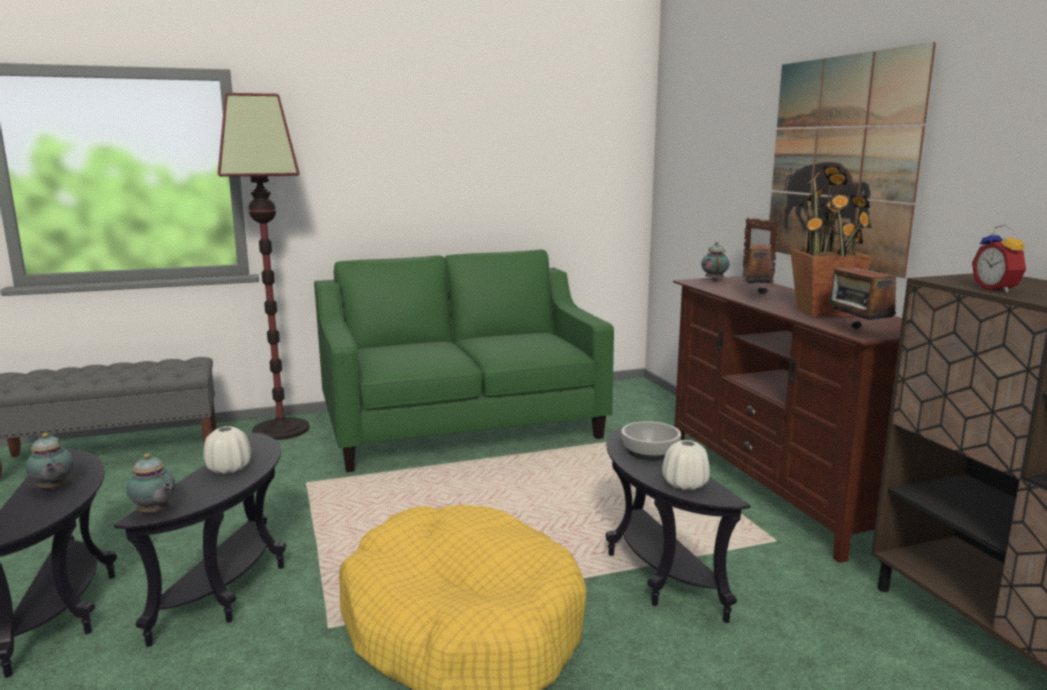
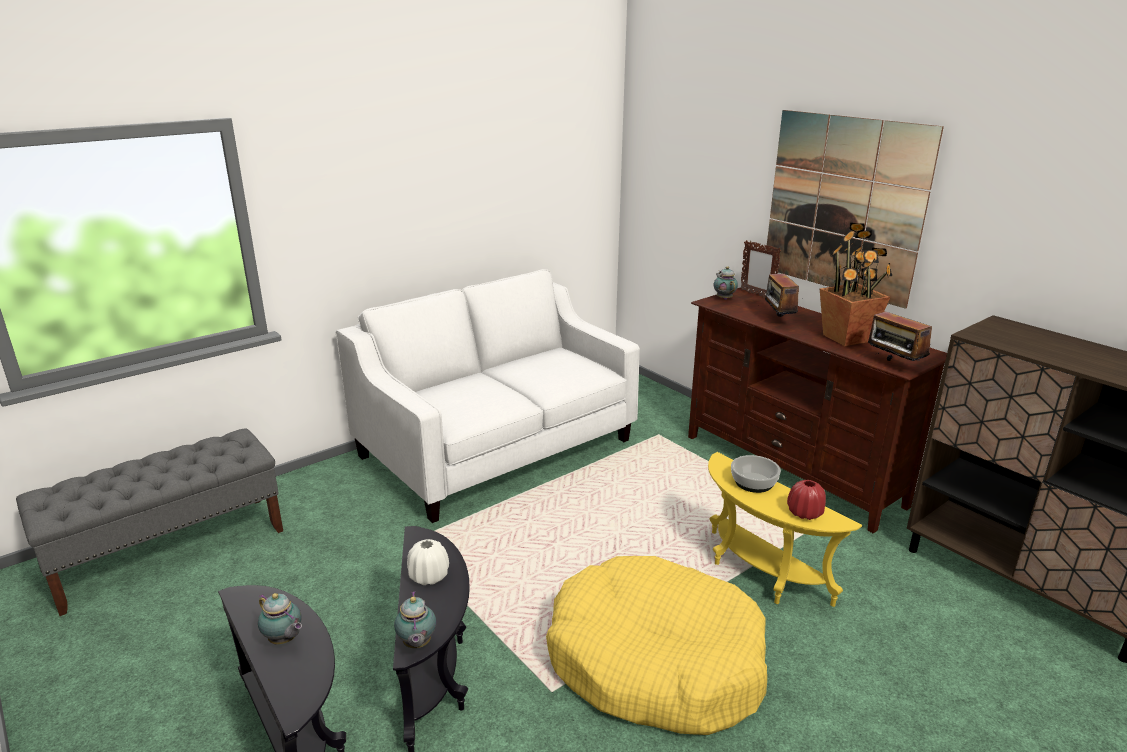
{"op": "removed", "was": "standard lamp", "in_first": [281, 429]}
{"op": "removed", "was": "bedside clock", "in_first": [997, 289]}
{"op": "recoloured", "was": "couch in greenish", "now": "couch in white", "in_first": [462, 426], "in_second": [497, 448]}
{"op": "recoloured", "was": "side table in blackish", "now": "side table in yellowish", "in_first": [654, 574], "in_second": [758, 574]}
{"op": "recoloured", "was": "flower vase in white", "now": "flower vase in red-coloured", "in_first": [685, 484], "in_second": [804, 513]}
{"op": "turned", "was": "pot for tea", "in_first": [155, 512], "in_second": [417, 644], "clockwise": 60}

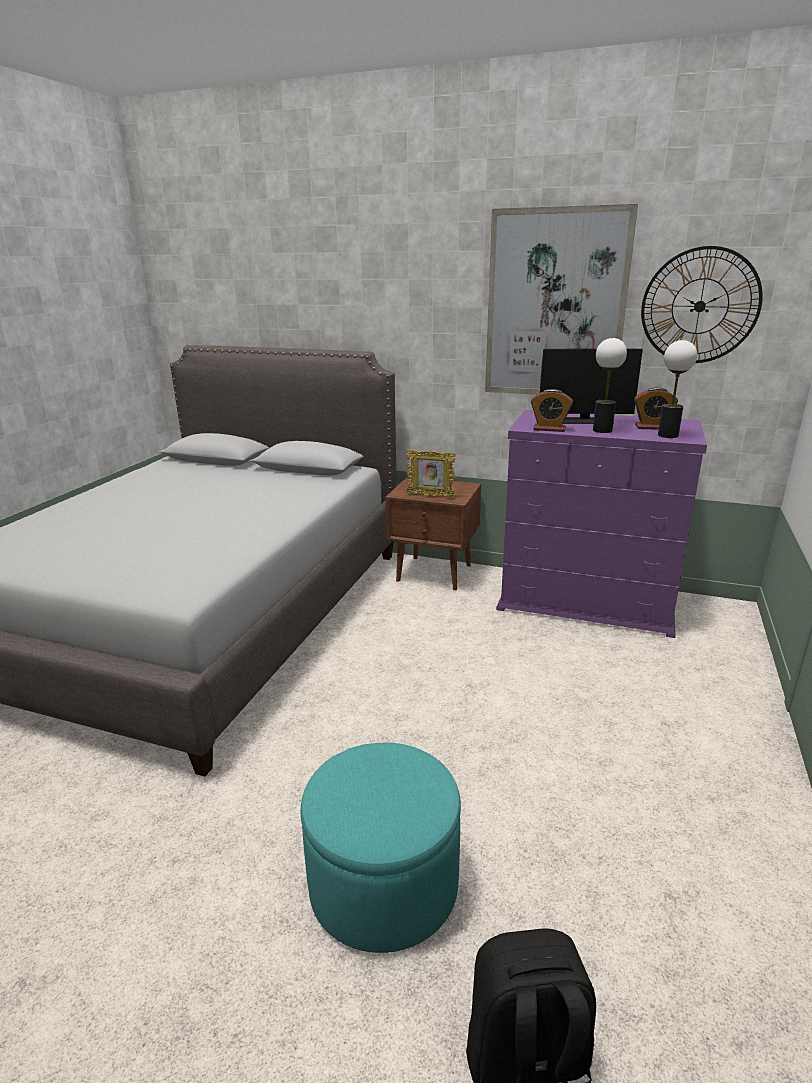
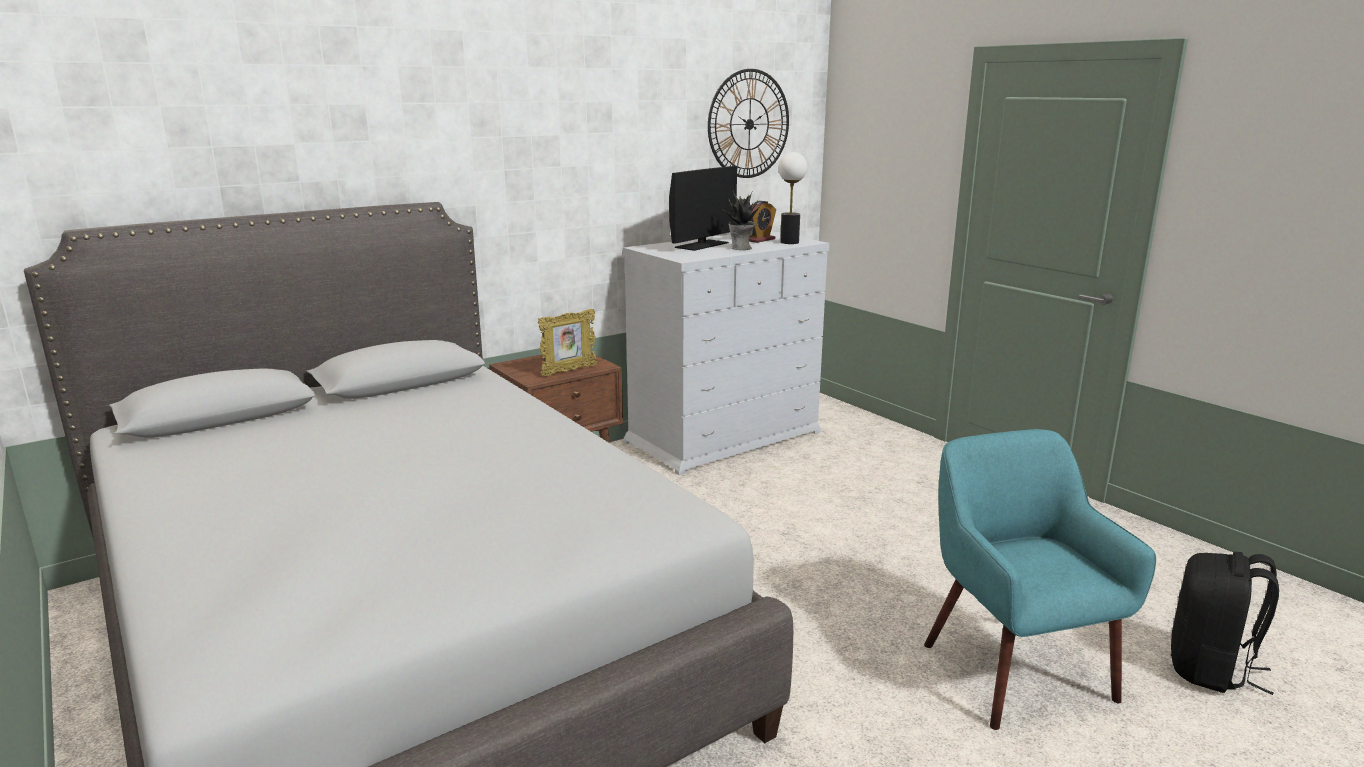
{"op": "removed", "was": "wall art", "in_first": [555, 305]}
{"op": "removed", "was": "bedside clock", "in_first": [549, 429]}
{"op": "replaced", "was": "ottoman in turquoise", "now": "armchair in turquoise", "in_first": [383, 884], "in_second": [1014, 670]}
{"op": "replaced", "was": "lamp for a table", "now": "plant in a pot", "in_first": [602, 430], "in_second": [741, 248]}
{"op": "recoloured", "was": "dresser in purple", "now": "dresser in white", "in_first": [586, 601], "in_second": [724, 437]}

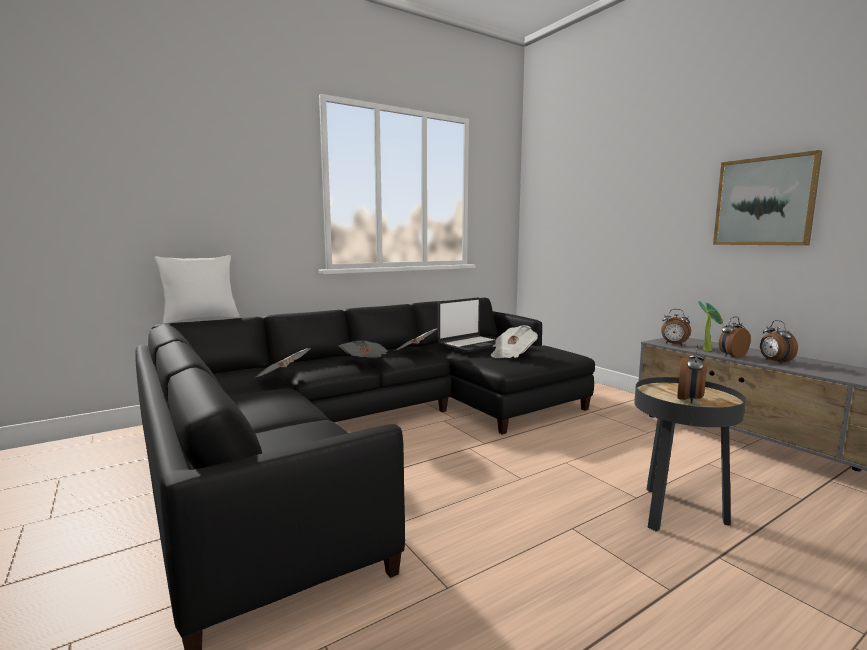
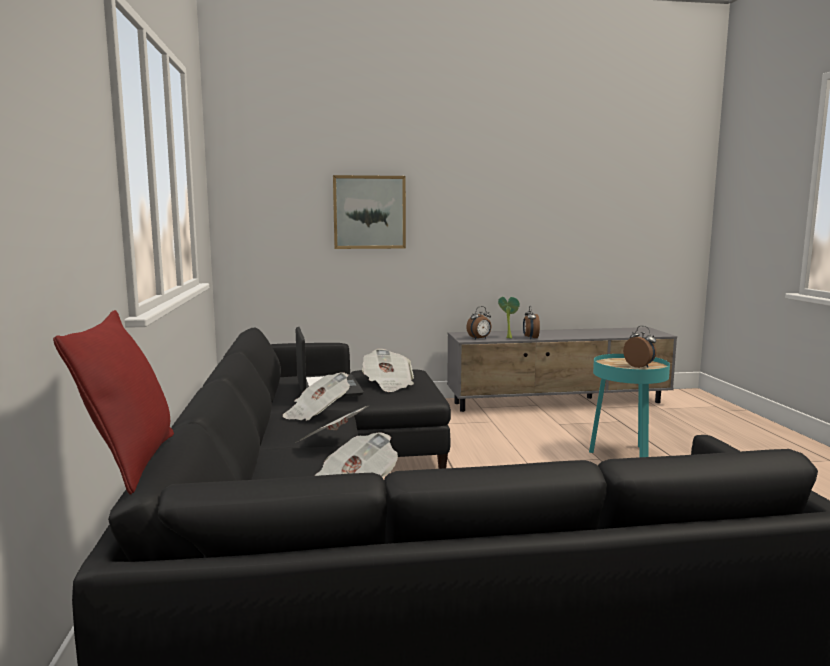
{"op": "removed", "was": "bedside clock", "in_first": [774, 362]}
{"op": "moved", "was": "wall art", "in_first": [764, 201], "in_second": [369, 212]}
{"op": "recoloured", "was": "cushion in white", "now": "cushion in red-coloured", "in_first": [201, 319], "in_second": [131, 462]}
{"op": "recoloured", "was": "side table in blackish", "now": "side table in turquoise", "in_first": [676, 513], "in_second": [625, 455]}

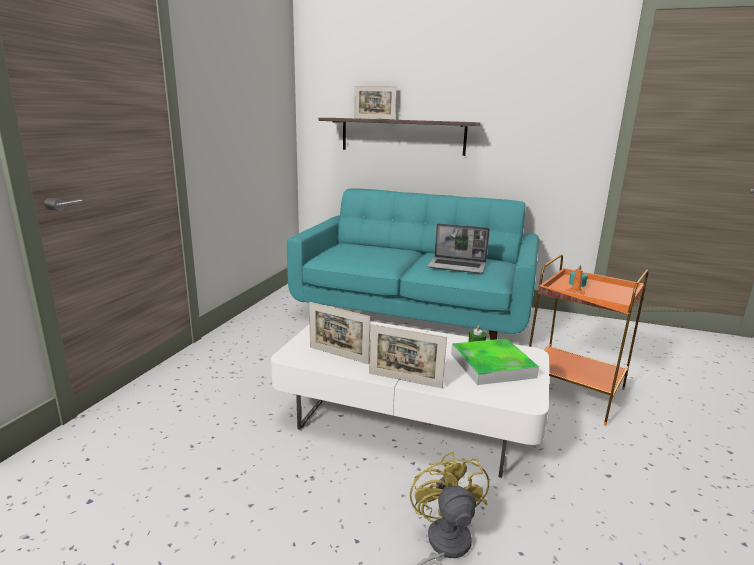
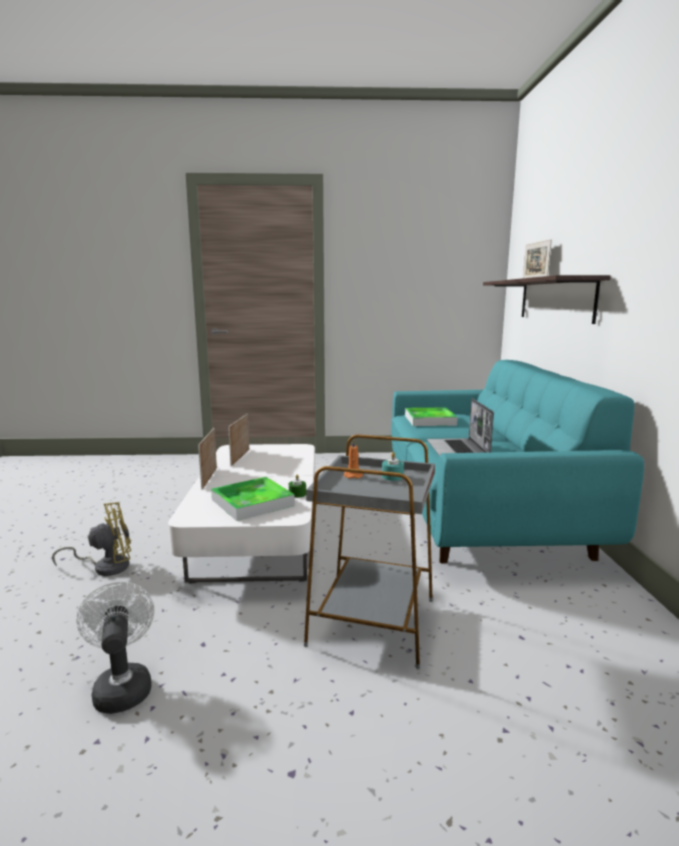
{"op": "added", "now": "electric fan in white", "in_second": [122, 686]}
{"op": "added", "now": "carrying tray", "in_second": [430, 420]}
{"op": "recoloured", "was": "side table in orangey", "now": "side table in gray", "in_first": [572, 391], "in_second": [373, 621]}

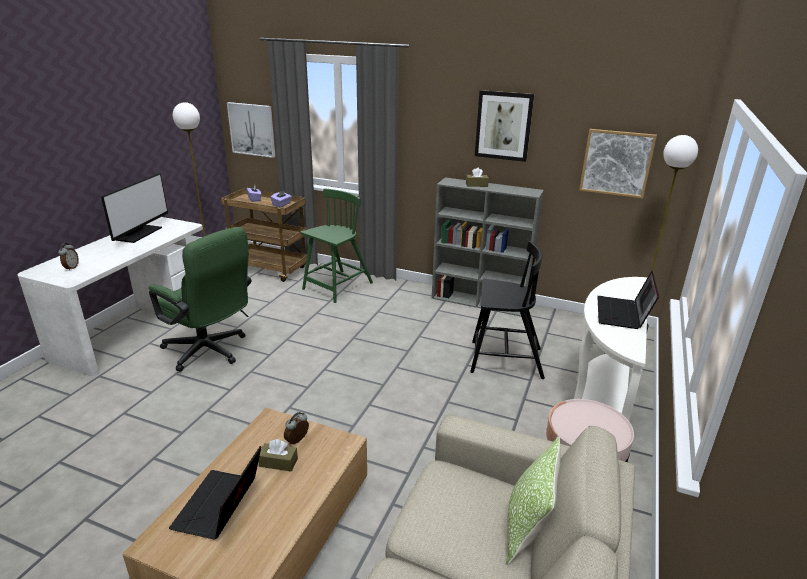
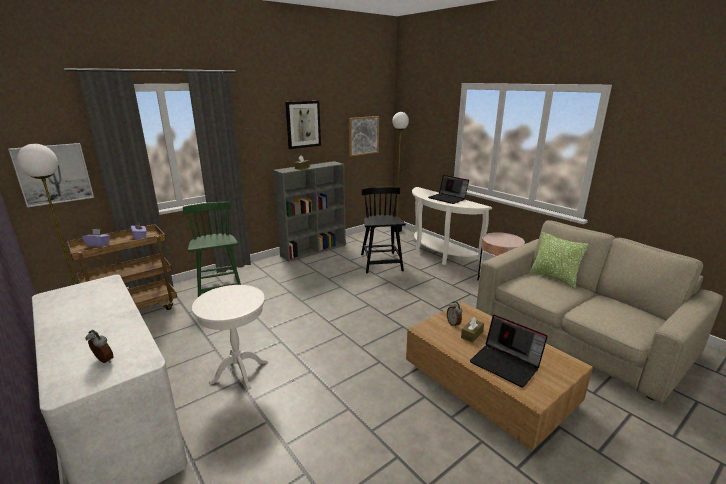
{"op": "removed", "was": "monitor", "in_first": [138, 233]}
{"op": "replaced", "was": "office chair in greenish", "now": "side table in white", "in_first": [210, 352], "in_second": [239, 372]}
{"op": "turned", "was": "plain chair in blackish", "in_first": [504, 360], "in_second": [381, 263], "clockwise": -45}

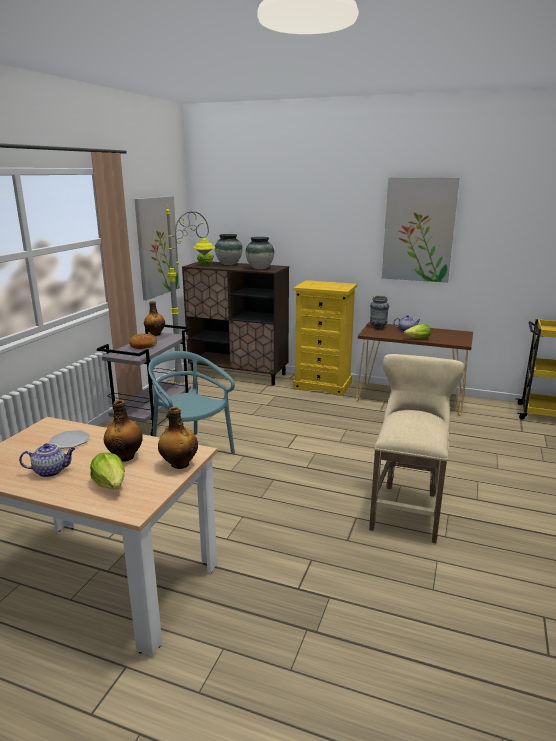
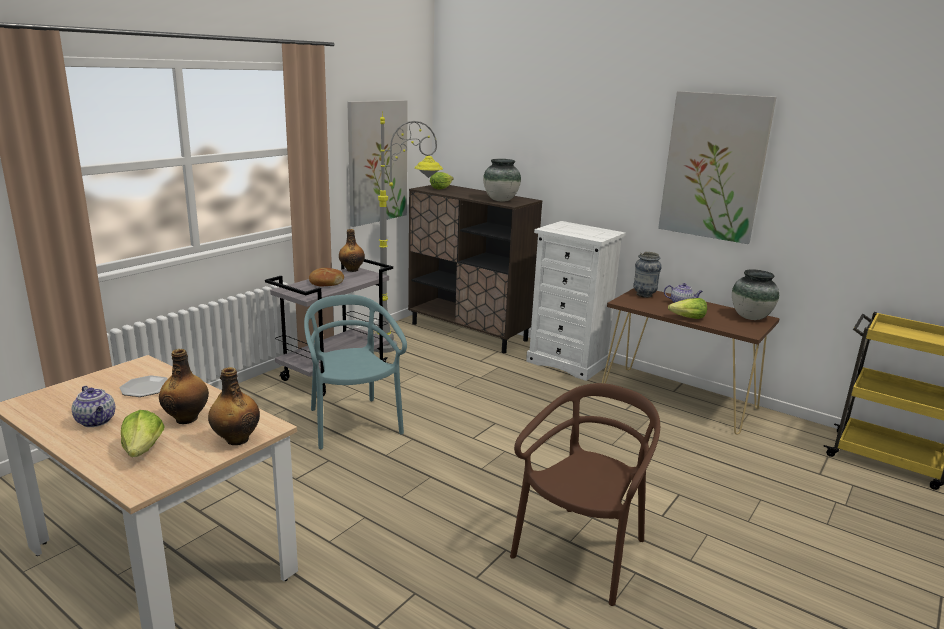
{"op": "moved", "was": "flower vase", "in_first": [229, 264], "in_second": [750, 317]}
{"op": "replaced", "was": "stool in beige-coloured", "now": "plain chair in brown", "in_first": [407, 508], "in_second": [582, 552]}
{"op": "recoloured", "was": "dresser in yellowish", "now": "dresser in white", "in_first": [323, 385], "in_second": [568, 363]}
{"op": "turned", "was": "pot for tea", "in_first": [51, 471], "in_second": [96, 421], "clockwise": 45}

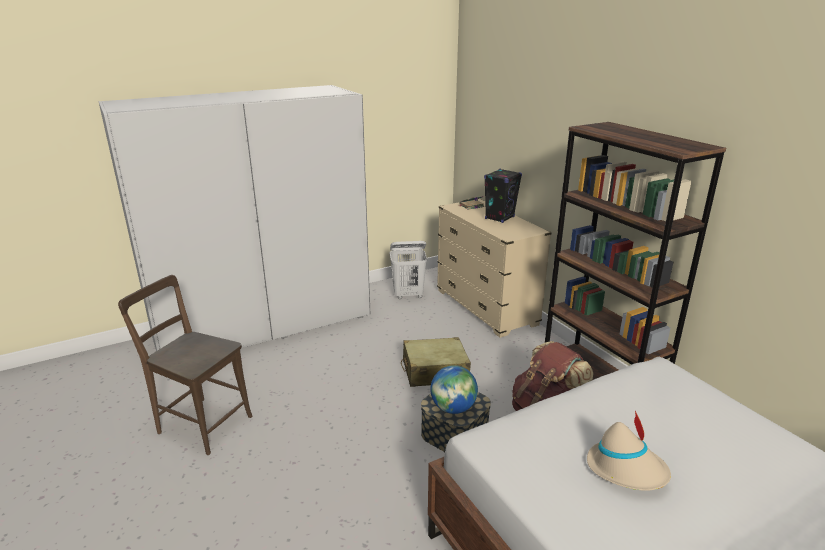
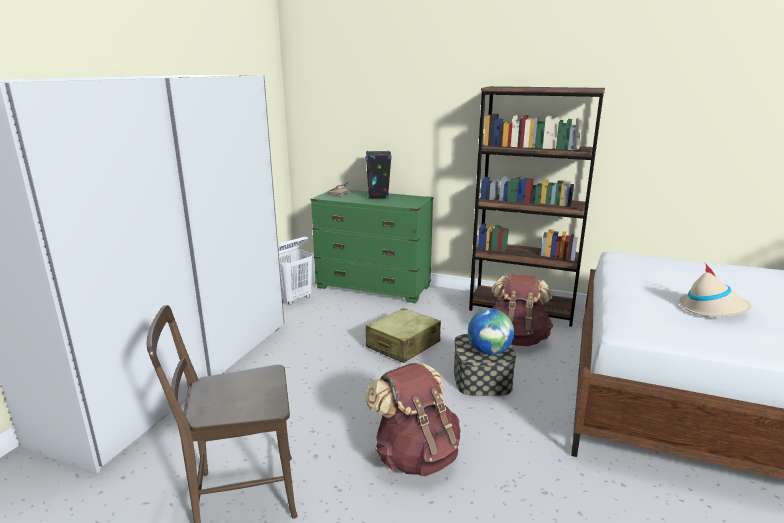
{"op": "added", "now": "rucksack in brown", "in_second": [415, 455]}
{"op": "recoloured", "was": "dresser in beige-coloured", "now": "dresser in greenish", "in_first": [486, 308], "in_second": [373, 287]}

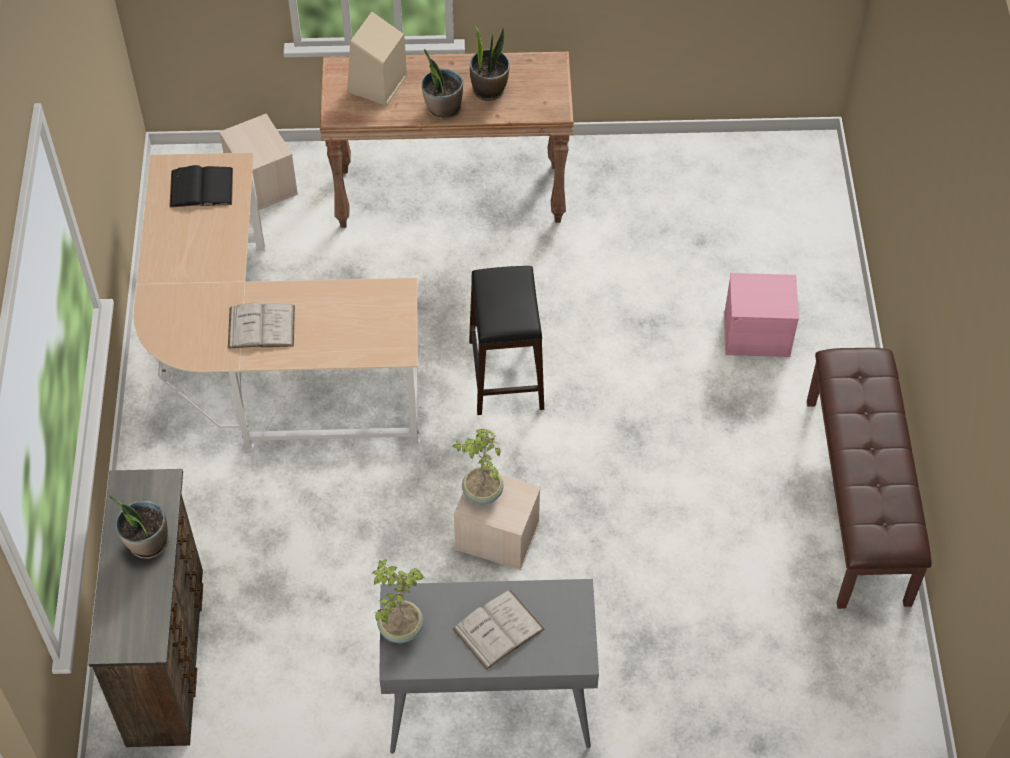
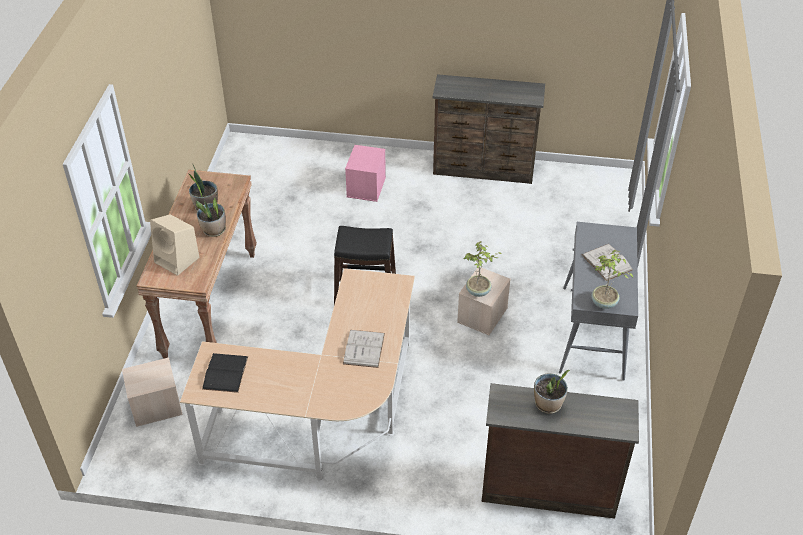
{"op": "replaced", "was": "long seat in brown", "now": "dresser in brown", "in_first": [858, 500], "in_second": [484, 170]}

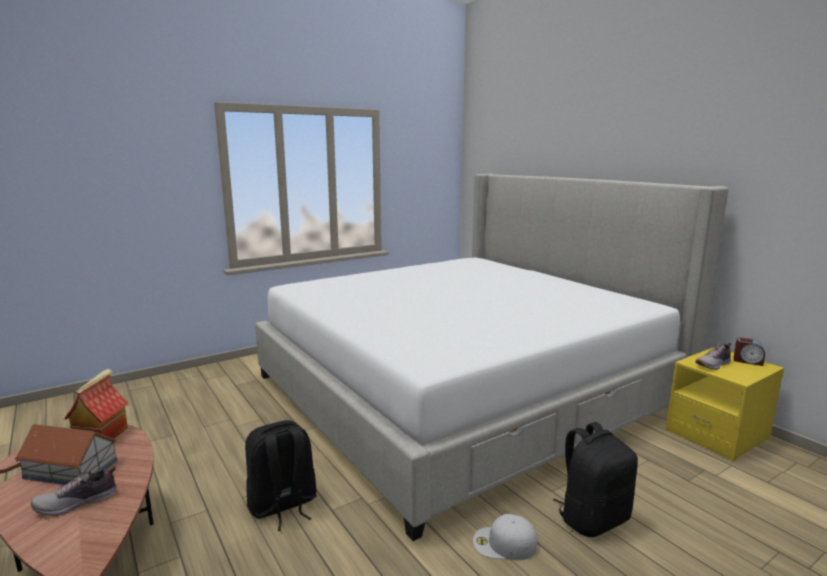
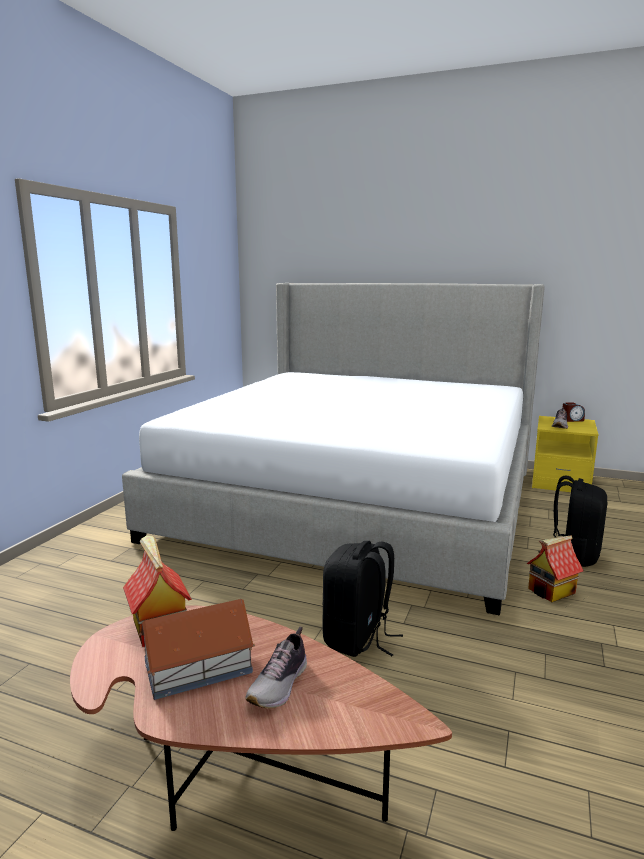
{"op": "replaced", "was": "peaked cap in white", "now": "miniature house", "in_first": [504, 543], "in_second": [551, 591]}

